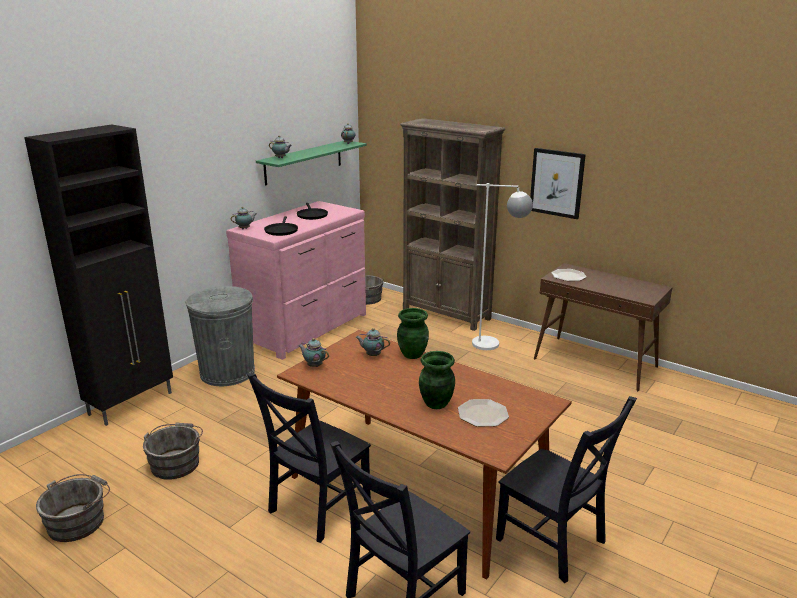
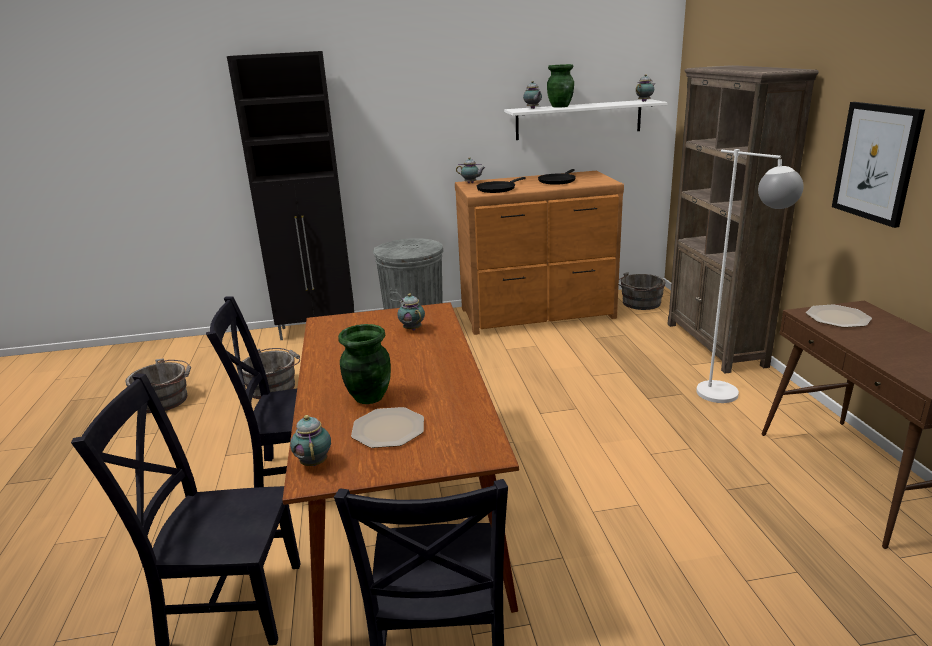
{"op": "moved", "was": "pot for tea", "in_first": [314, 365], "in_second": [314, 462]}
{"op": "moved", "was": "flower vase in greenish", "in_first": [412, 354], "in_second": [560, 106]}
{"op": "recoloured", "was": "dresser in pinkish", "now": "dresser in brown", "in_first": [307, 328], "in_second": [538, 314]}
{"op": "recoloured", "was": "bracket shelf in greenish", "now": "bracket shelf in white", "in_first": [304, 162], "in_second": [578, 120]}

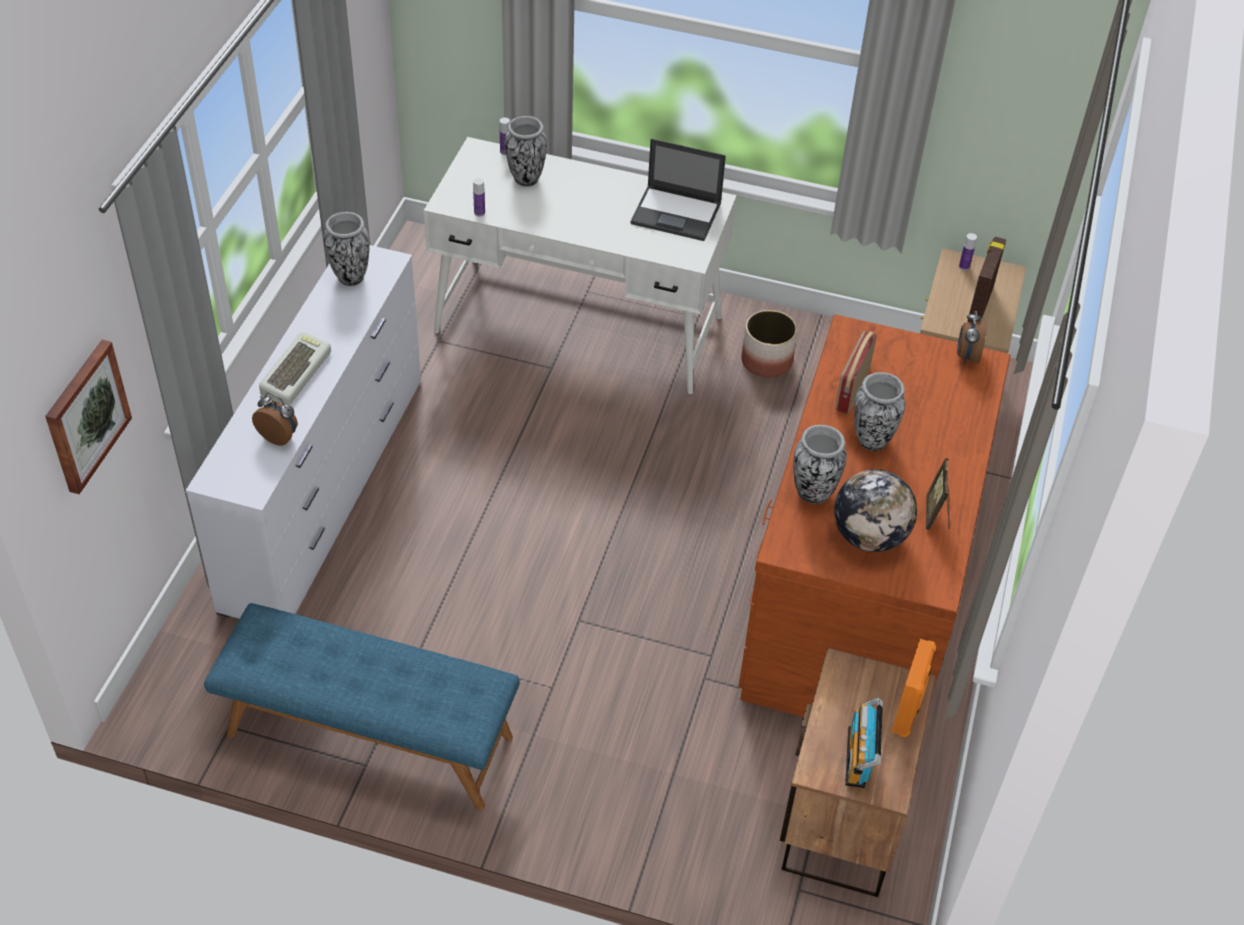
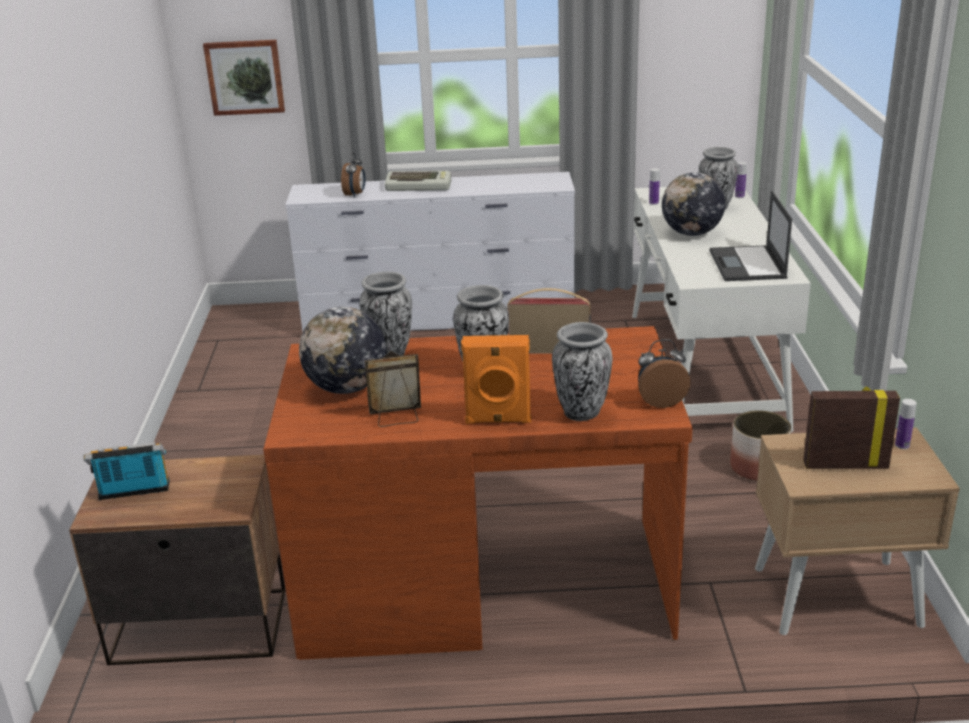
{"op": "removed", "was": "long seat in blue", "in_first": [369, 737]}
{"op": "added", "now": "world globe", "in_second": [691, 233]}
{"op": "moved", "was": "flower vase", "in_first": [350, 277], "in_second": [581, 412]}
{"op": "moved", "was": "loudspeaker in orangey", "in_first": [908, 712], "in_second": [498, 420]}

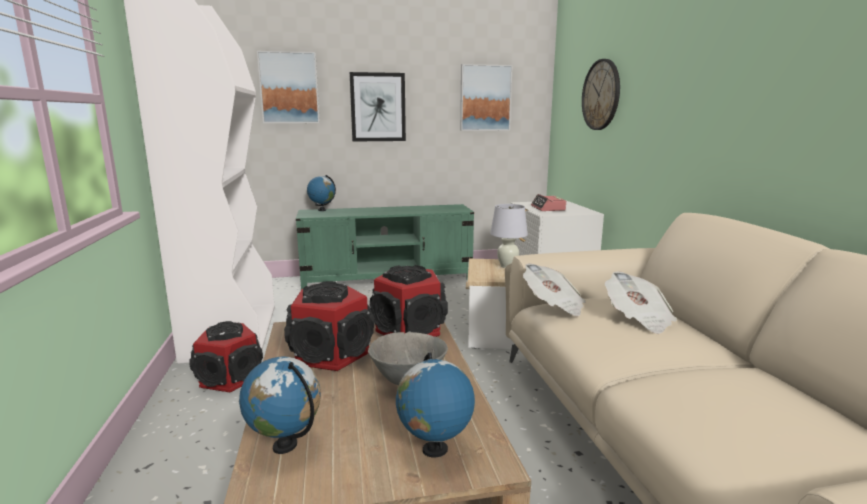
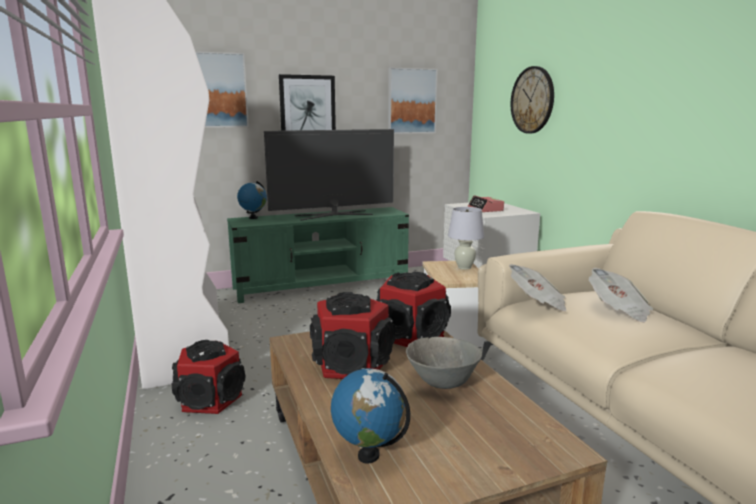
{"op": "removed", "was": "world globe", "in_first": [434, 450]}
{"op": "added", "now": "TV", "in_second": [334, 215]}

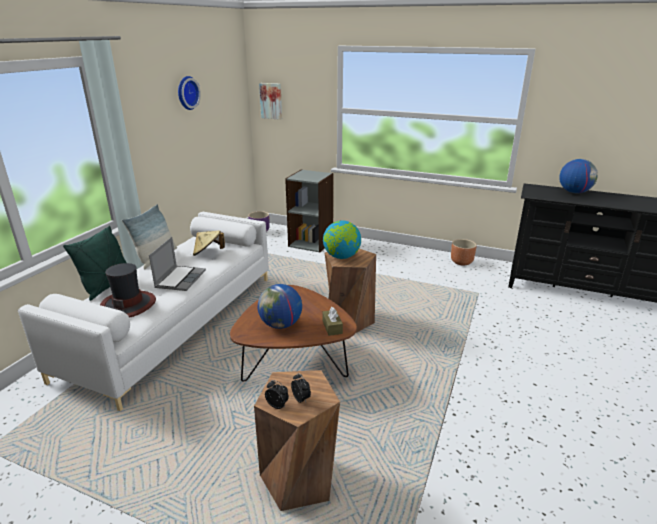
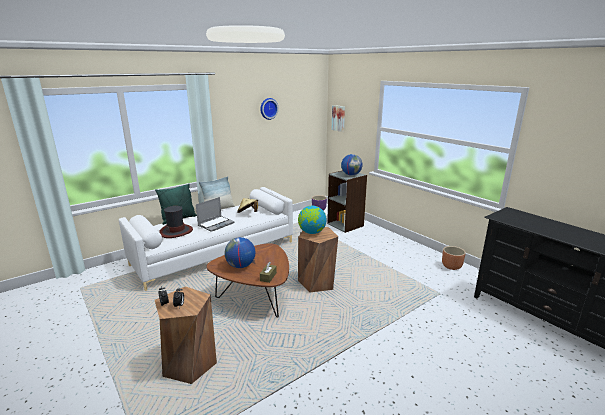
{"op": "moved", "was": "world globe", "in_first": [574, 192], "in_second": [351, 175]}

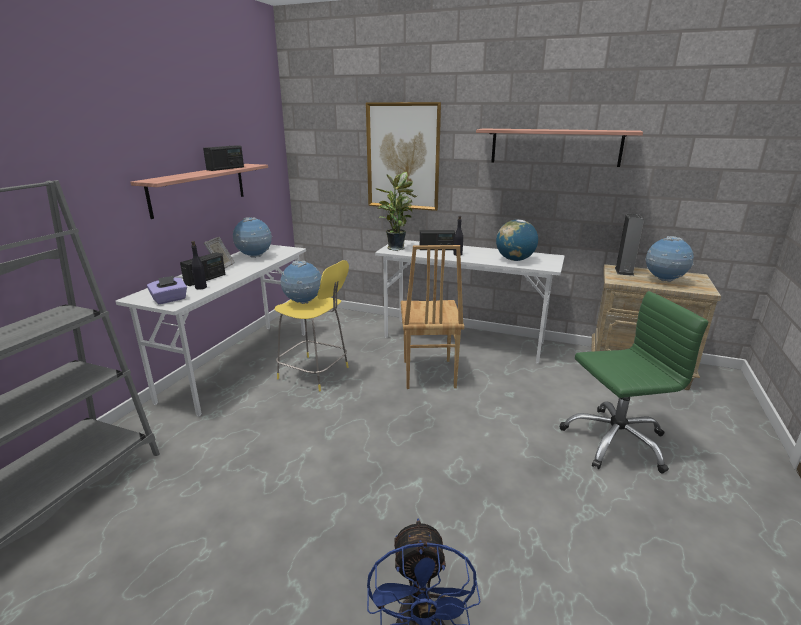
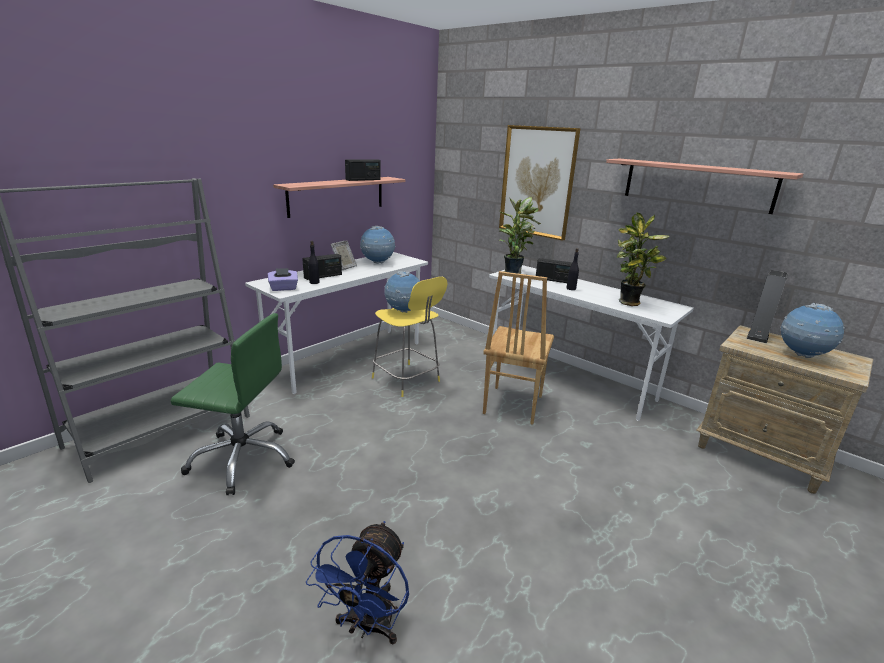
{"op": "moved", "was": "office chair in greenish", "in_first": [615, 440], "in_second": [243, 458]}
{"op": "replaced", "was": "world globe", "now": "plant in a pot", "in_first": [515, 260], "in_second": [629, 303]}

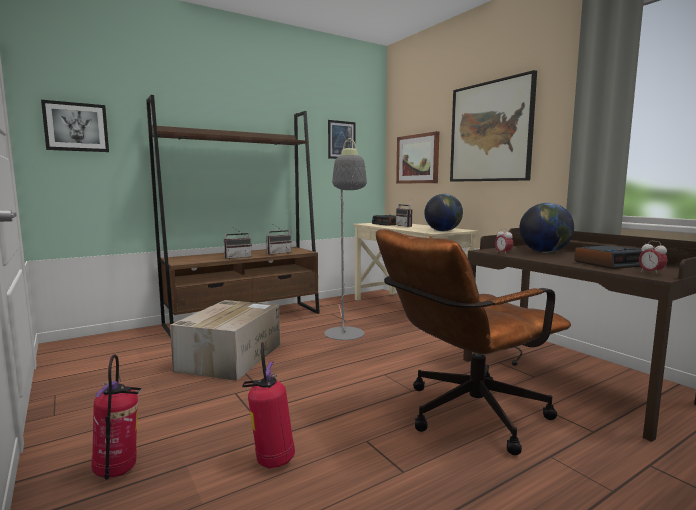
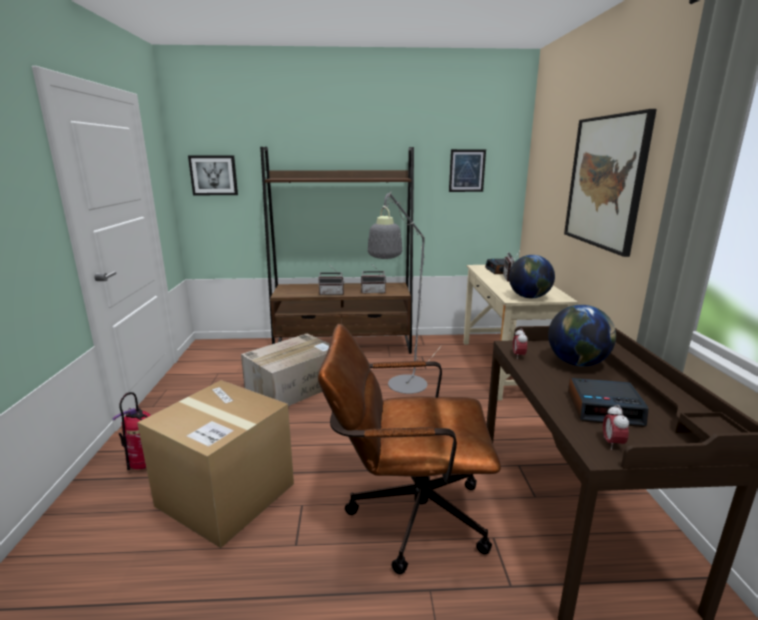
{"op": "removed", "was": "wall art", "in_first": [417, 159]}
{"op": "replaced", "was": "extinguisher", "now": "carton", "in_first": [272, 461], "in_second": [226, 495]}

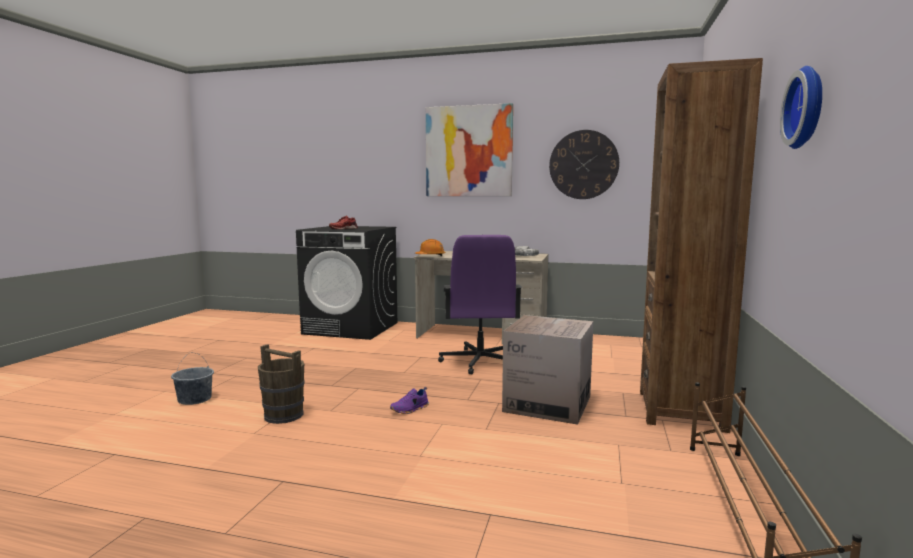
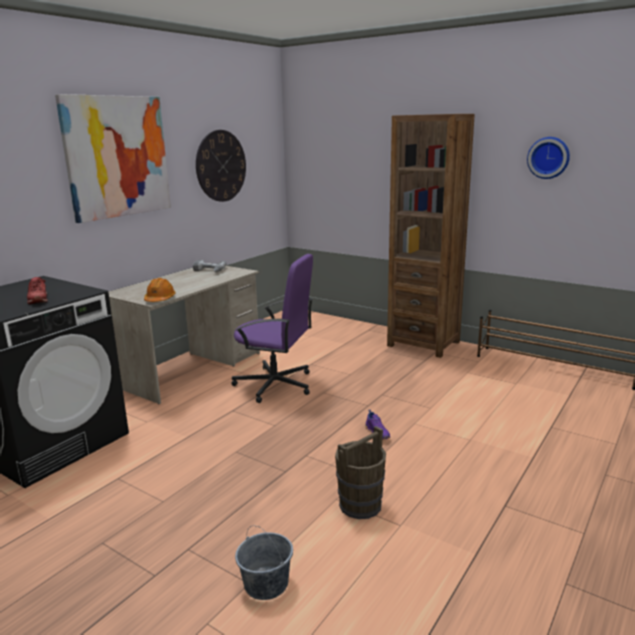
{"op": "removed", "was": "carton", "in_first": [547, 404]}

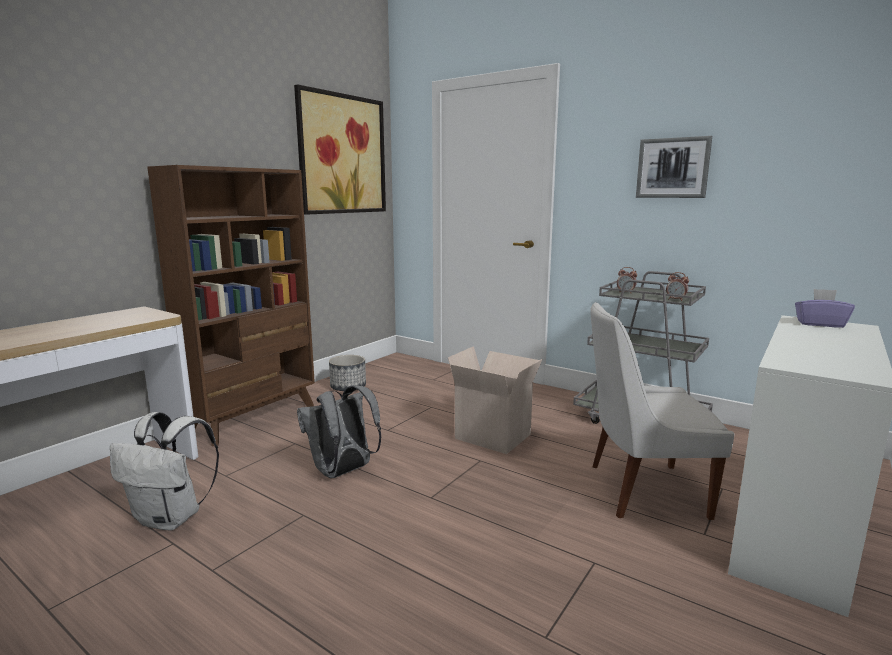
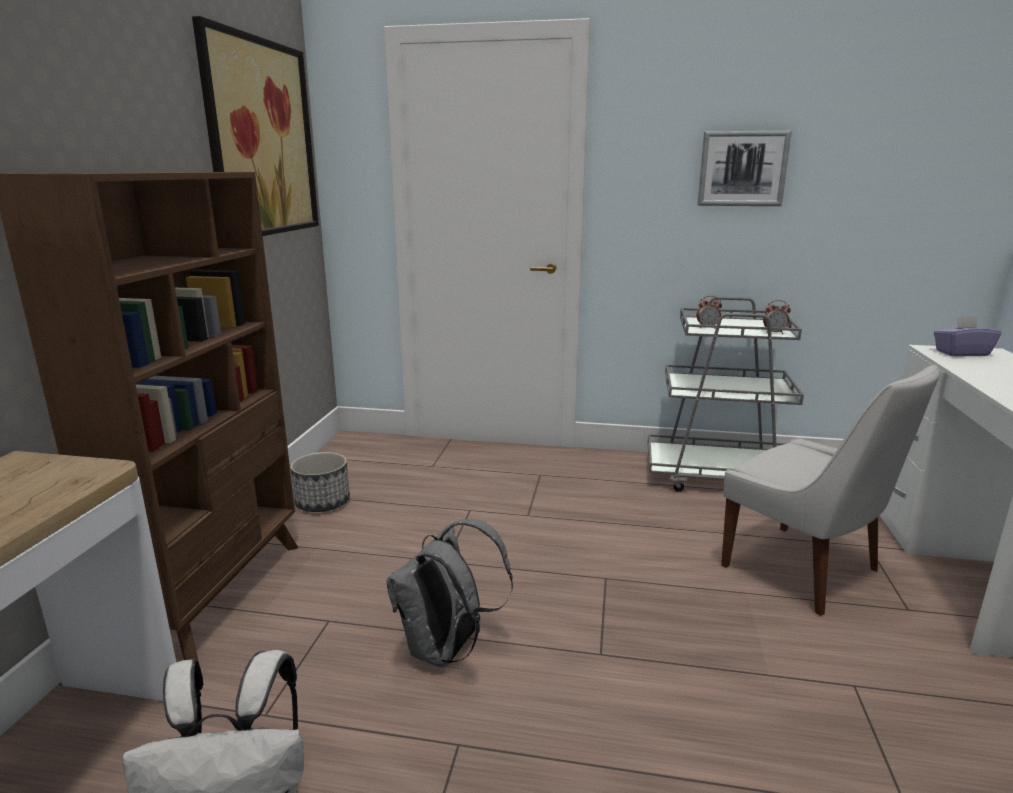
{"op": "removed", "was": "carton", "in_first": [495, 436]}
{"op": "turned", "was": "plain chair in white", "in_first": [641, 490], "in_second": [805, 571], "clockwise": -105}

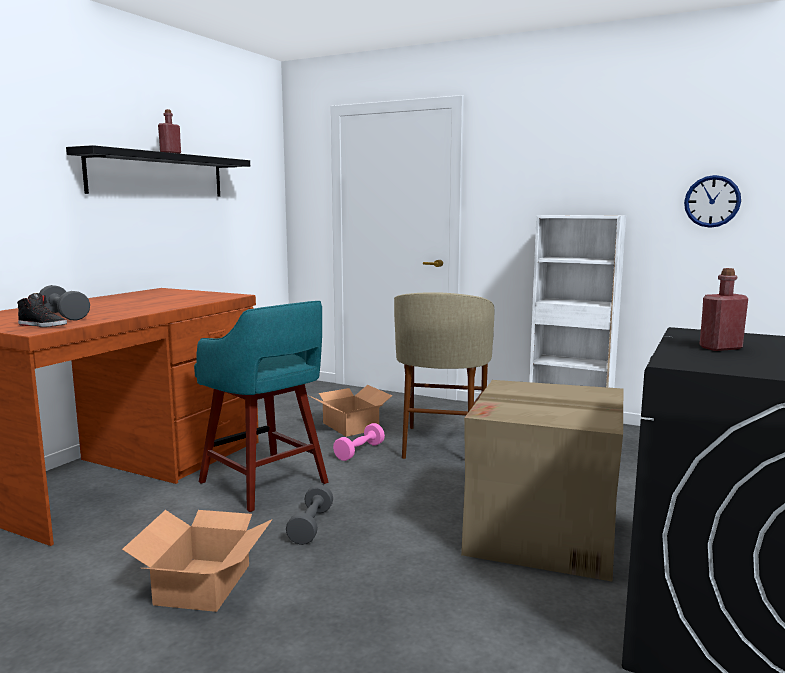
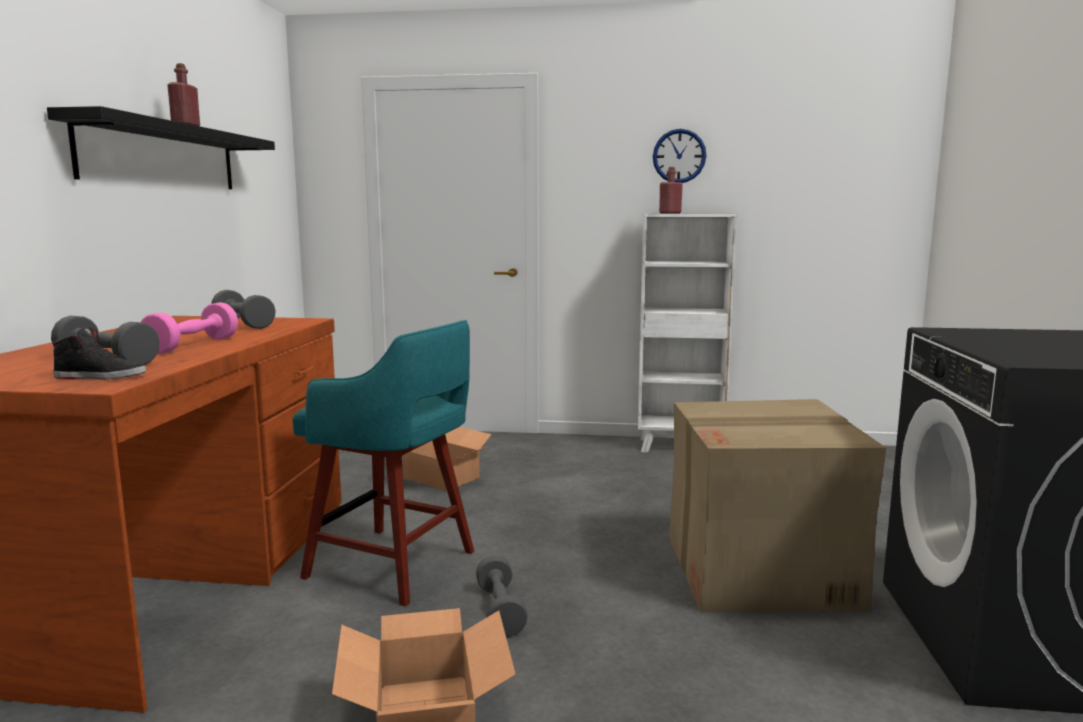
{"op": "removed", "was": "stool in beige-coloured", "in_first": [442, 444]}
{"op": "added", "now": "free weight in gray", "in_second": [243, 324]}
{"op": "moved", "was": "free weight in pinkish", "in_first": [359, 451], "in_second": [192, 345]}
{"op": "moved", "was": "clock on the wall", "in_first": [712, 201], "in_second": [679, 156]}
{"op": "moved", "was": "bottle in red-coloured", "in_first": [720, 348], "in_second": [670, 213]}

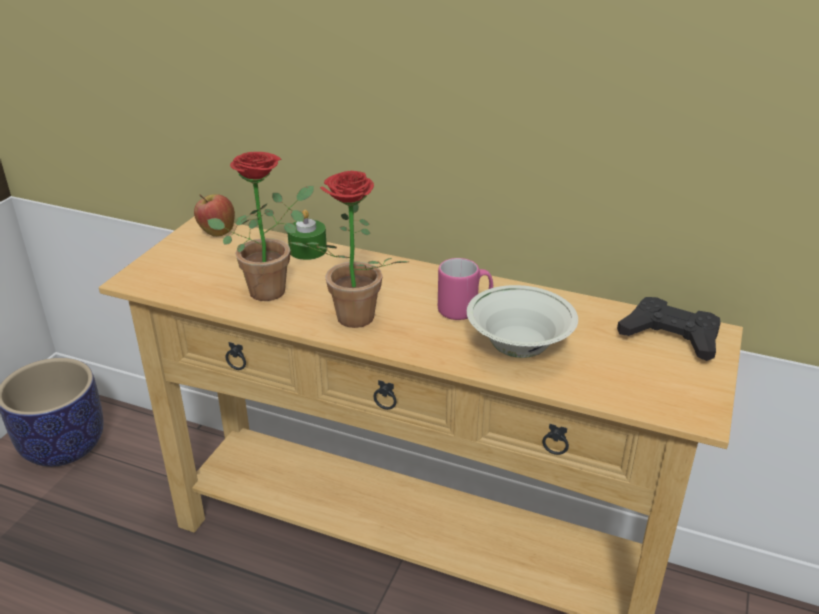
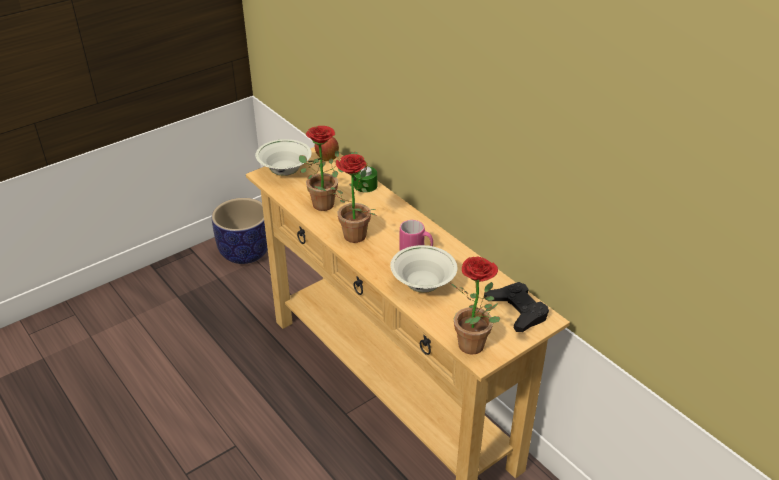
{"op": "added", "now": "bowl in white", "in_second": [285, 171]}
{"op": "added", "now": "plant in a pot", "in_second": [475, 348]}

